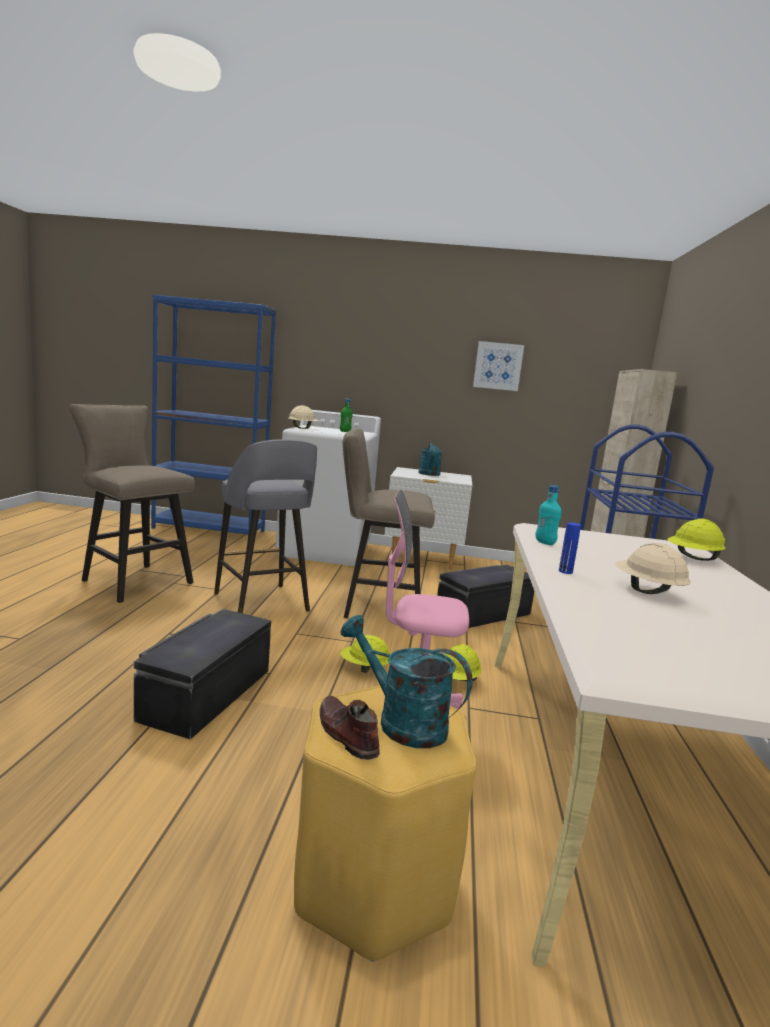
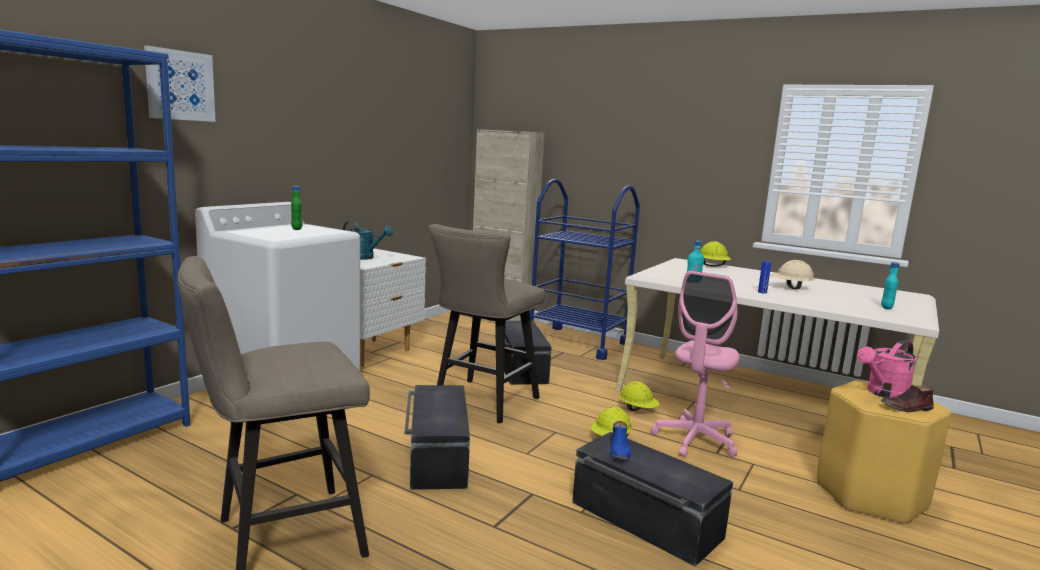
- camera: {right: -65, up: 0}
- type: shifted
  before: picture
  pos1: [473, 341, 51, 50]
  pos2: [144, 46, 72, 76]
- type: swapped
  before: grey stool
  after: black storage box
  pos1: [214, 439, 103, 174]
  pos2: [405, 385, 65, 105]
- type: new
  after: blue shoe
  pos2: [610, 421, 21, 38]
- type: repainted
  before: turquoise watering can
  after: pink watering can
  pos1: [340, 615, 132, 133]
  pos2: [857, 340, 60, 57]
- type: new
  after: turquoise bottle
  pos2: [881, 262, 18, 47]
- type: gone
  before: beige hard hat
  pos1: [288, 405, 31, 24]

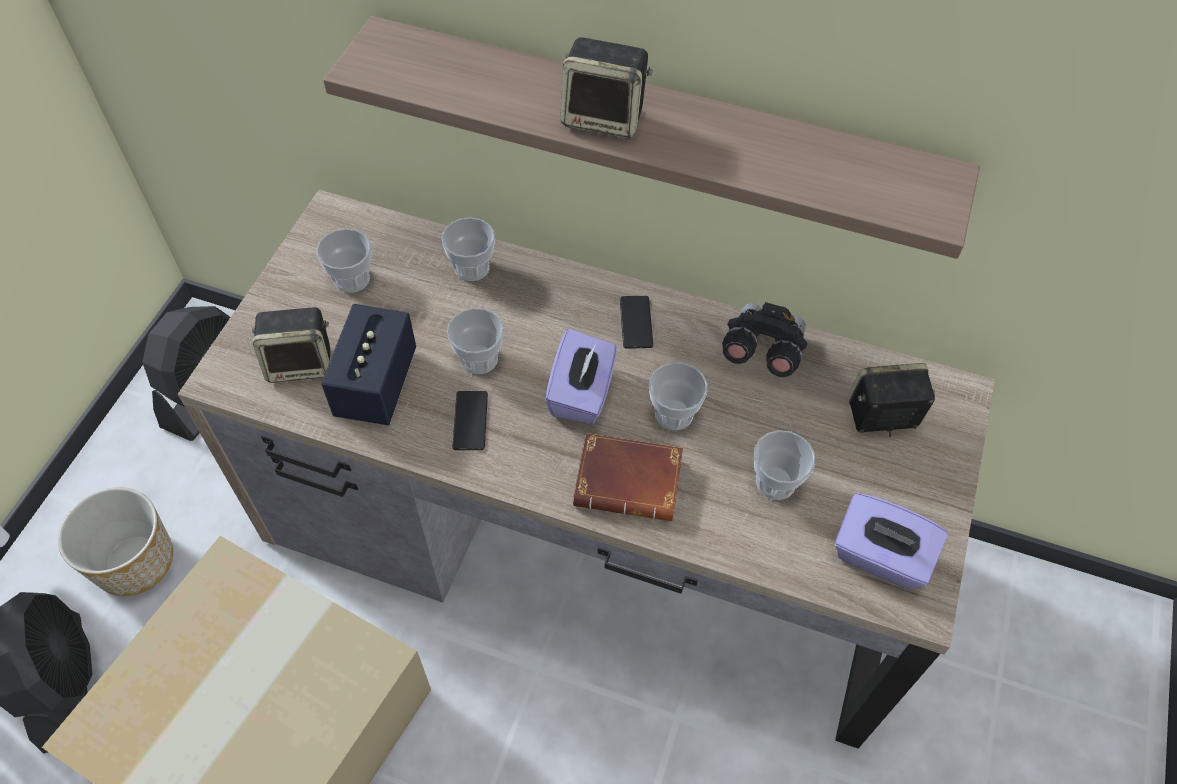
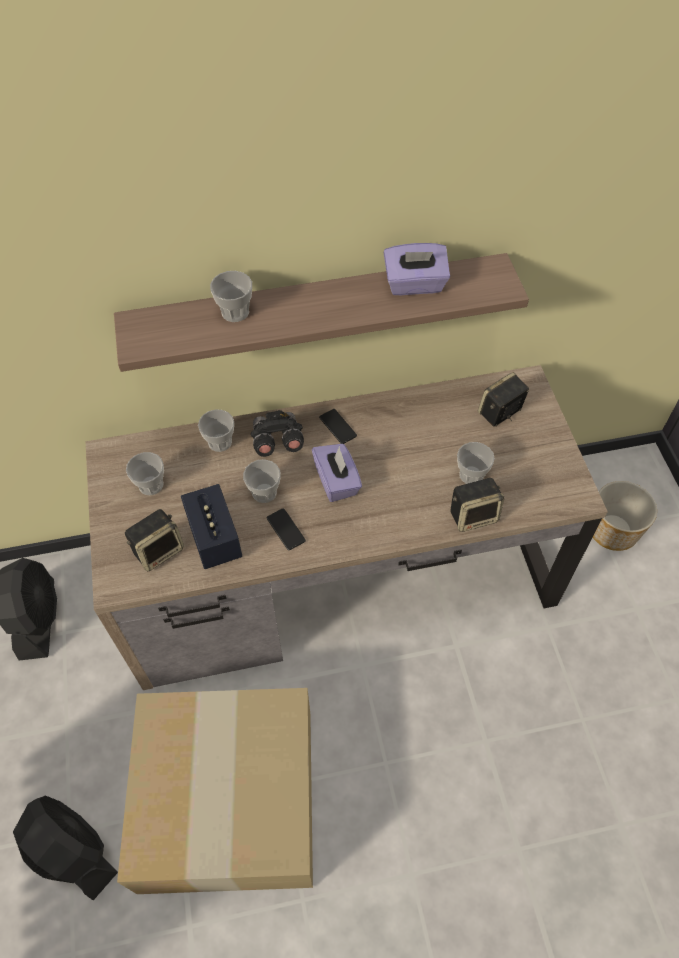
- camera: {right: -30, up: 0}
- type: shifted
  before: cup
  pos1: [649, 362, 59, 68]
  pos2: [210, 271, 42, 51]
- type: shifted
  before: black binoculars
  pos1: [722, 302, 85, 75]
  pos2: [251, 410, 53, 47]
- type: shifted
  before: purple tissue box
  pos1: [835, 493, 113, 96]
  pos2: [384, 243, 66, 52]
- type: shifted
  before: speaker
  pos1: [560, 37, 93, 102]
  pos2: [451, 478, 54, 54]
- type: shifted
  before: planter
  pos1: [58, 487, 115, 109]
  pos2: [593, 481, 64, 70]
- type: gone
  before: brown book
  pos1: [573, 433, 110, 88]

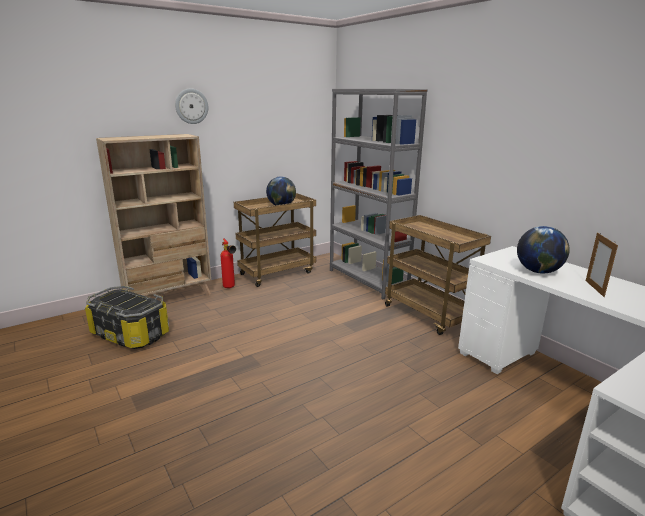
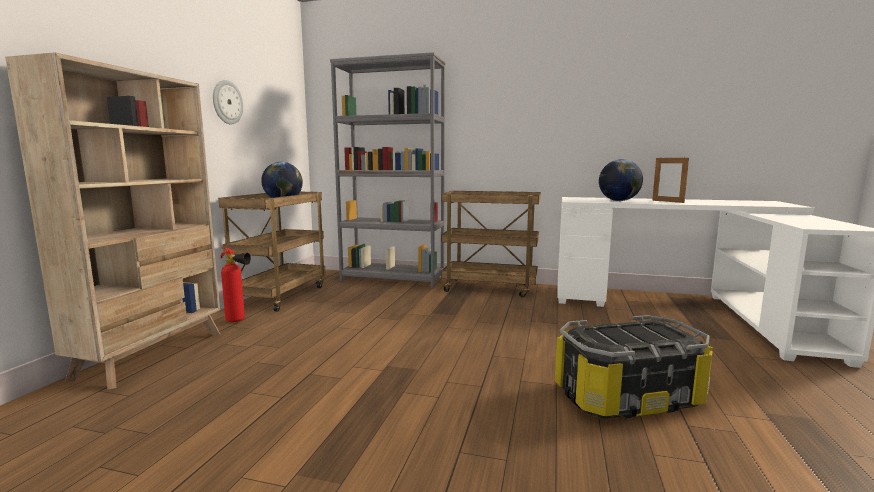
- camera: {right: -40, up: -10}
- type: shifted
  before: wall clock
  pos1: [175, 89, 33, 35]
  pos2: [213, 80, 30, 44]
- type: shifted
  before: storage box
  pos1: [85, 286, 84, 63]
  pos2: [555, 315, 158, 104]

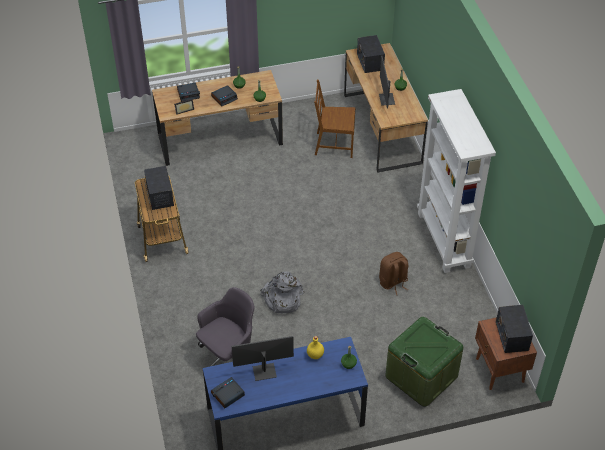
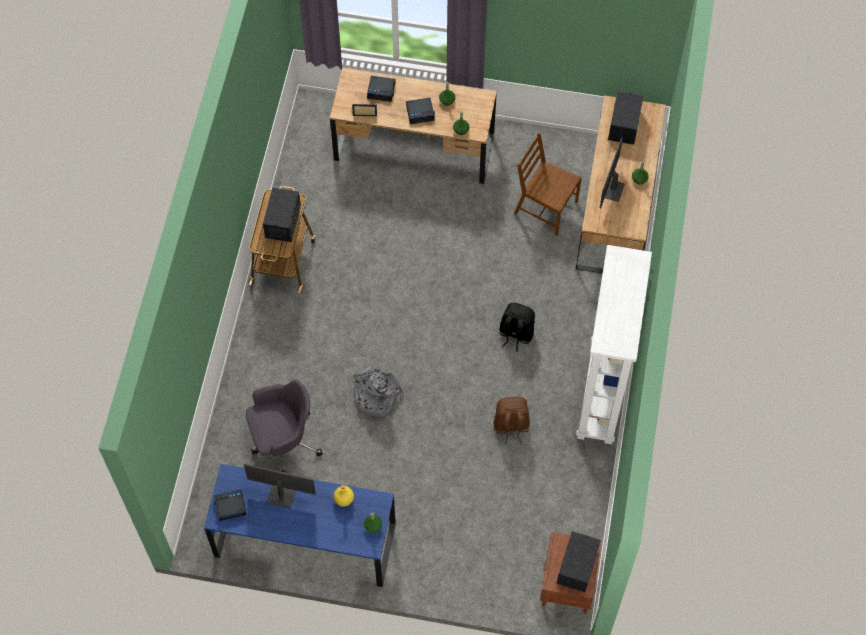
- camera: {right: 25, up: 15}
- type: new
  after: black backpack
  pos2: [500, 303, 35, 49]
- type: gone
  before: green storage box
  pos1: [385, 317, 78, 90]

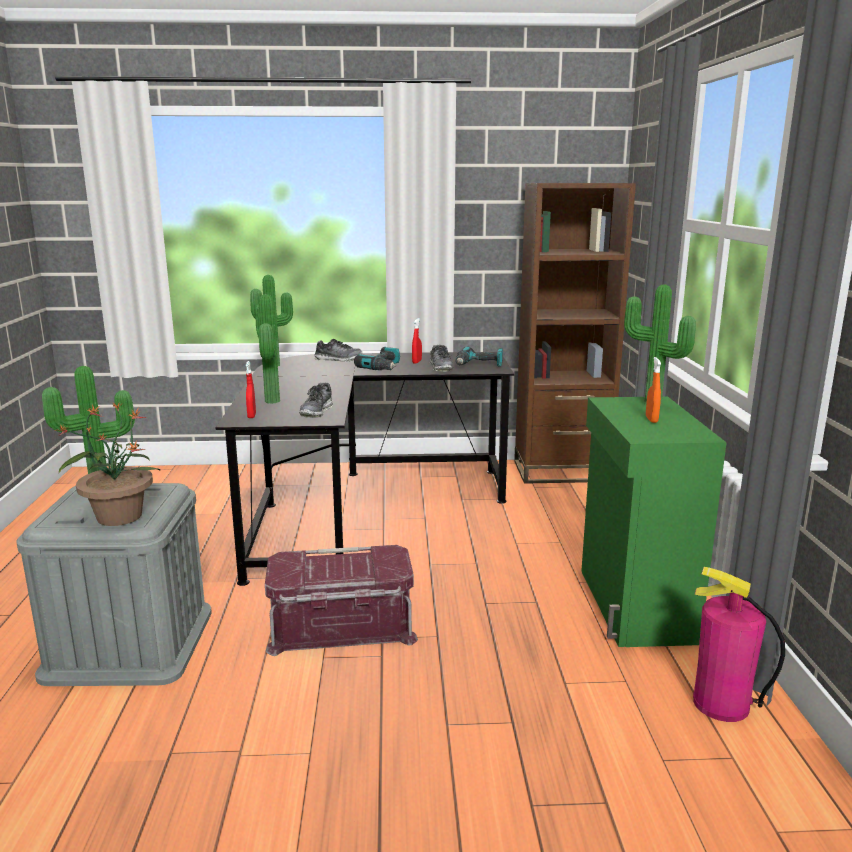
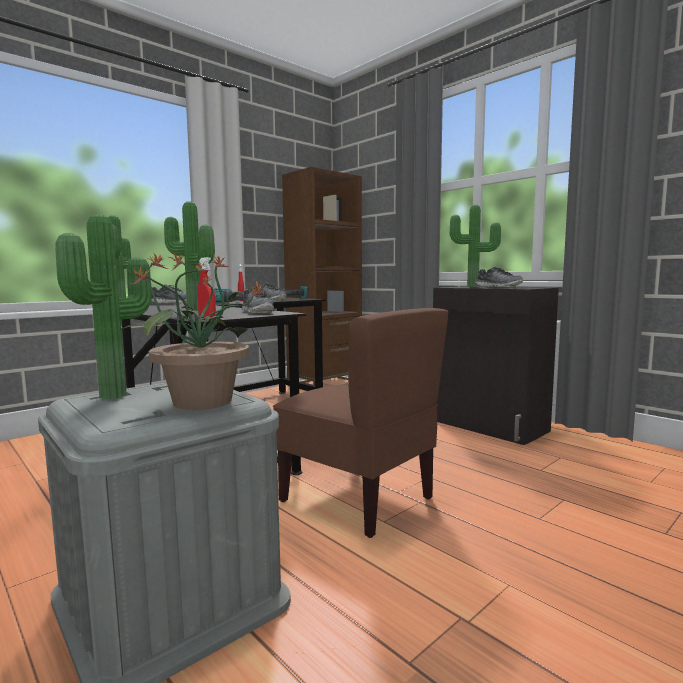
- camera: {right: -40, up: -10}
- type: swapped
  before: red storage box
  after: brown chair
  pos1: [265, 545, 153, 111]
  pos2: [273, 308, 175, 230]
- type: repainted
  before: green cabinet
  after: black cabinet
  pos1: [581, 396, 146, 251]
  pos2: [433, 286, 126, 159]
- type: swapped
  before: orange spray bottle
  after: shoe
  pos1: [646, 357, 15, 66]
  pos2: [475, 267, 48, 20]
- type: gone
  before: fire extinguisher
  pos1: [693, 567, 92, 155]

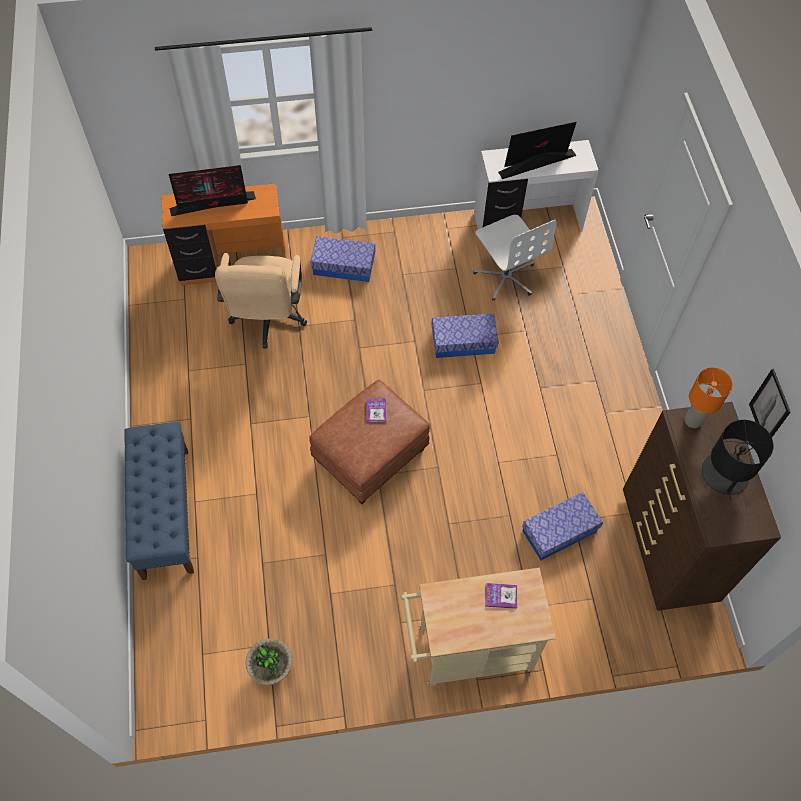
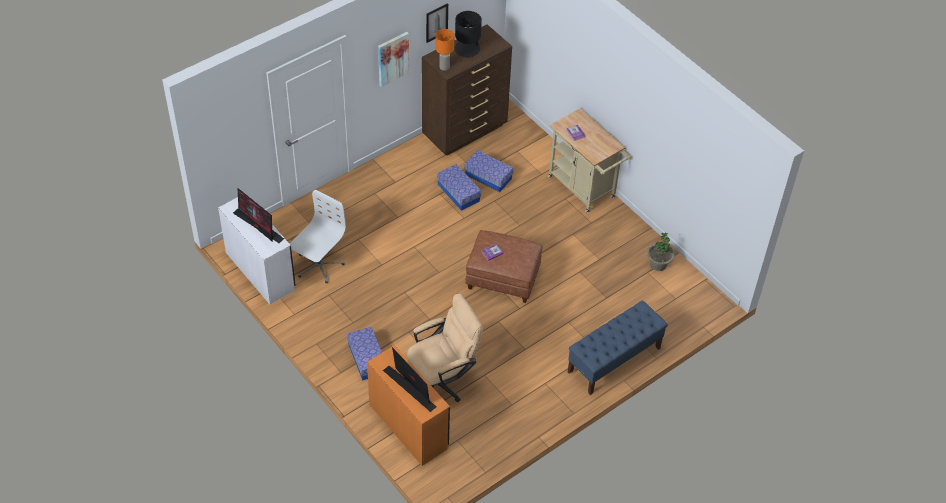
- camera: {right: -120, up: -10}
- type: new
  after: picture
  pos2: [378, 32, 31, 55]
- type: shifted
  before: storage box
  pos1: [431, 313, 68, 45]
  pos2: [437, 164, 44, 47]

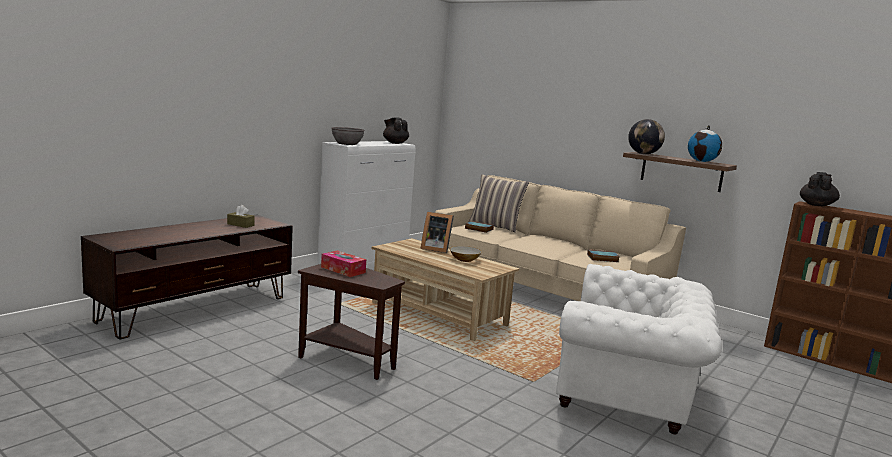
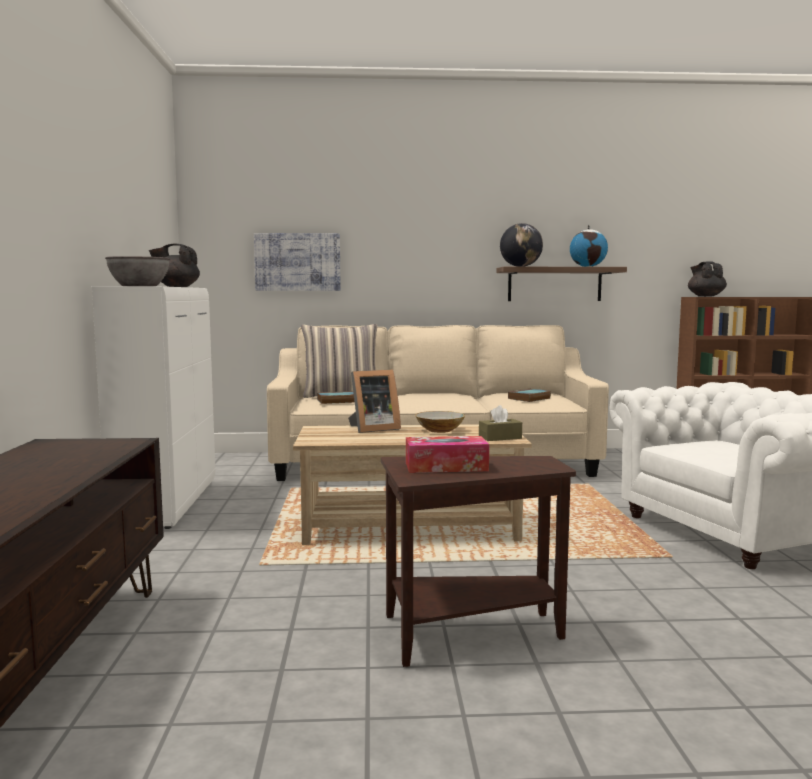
- camera: {right: -40, up: -5}
- type: new
  after: picture
  pos2: [254, 233, 87, 58]
- type: shifted
  before: brown tissue box
  pos1: [227, 205, 28, 23]
  pos2: [479, 405, 43, 36]

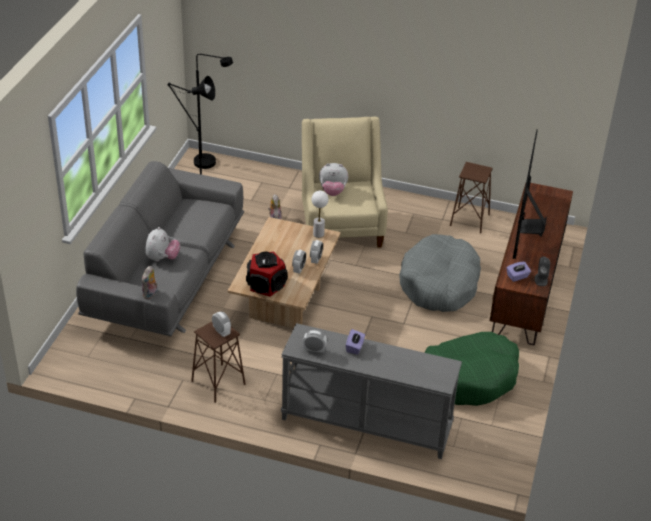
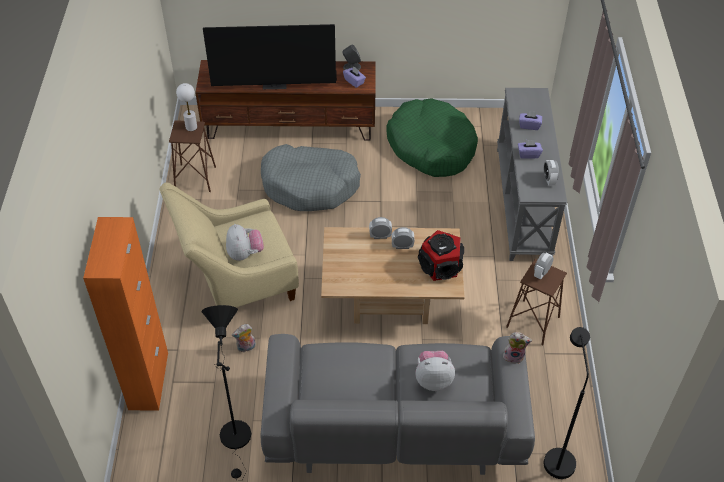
- camera: {right: -105, up: 10}
- type: new
  after: orange cabinet
  pos2: [83, 217, 85, 194]
- type: shifted
  before: white table lamp
  pos1: [311, 191, 18, 47]
  pos2: [176, 83, 21, 48]
- type: new
  after: purple tissue box
  pos2: [519, 111, 23, 19]
- type: shifted
  before: black floor lamp
  pos1: [194, 54, 39, 115]
  pos2: [544, 327, 46, 152]

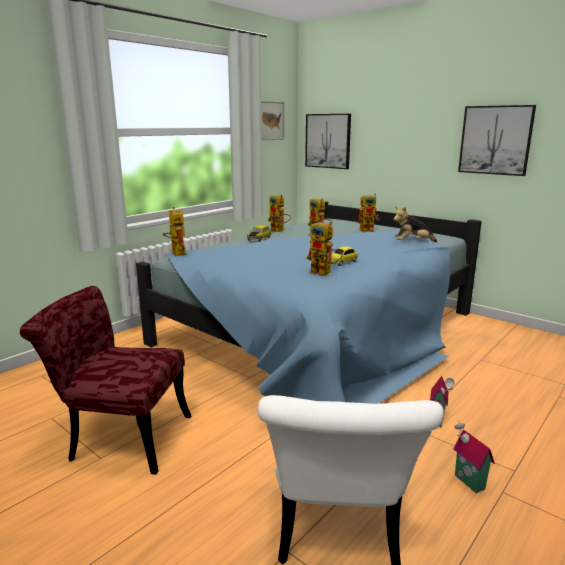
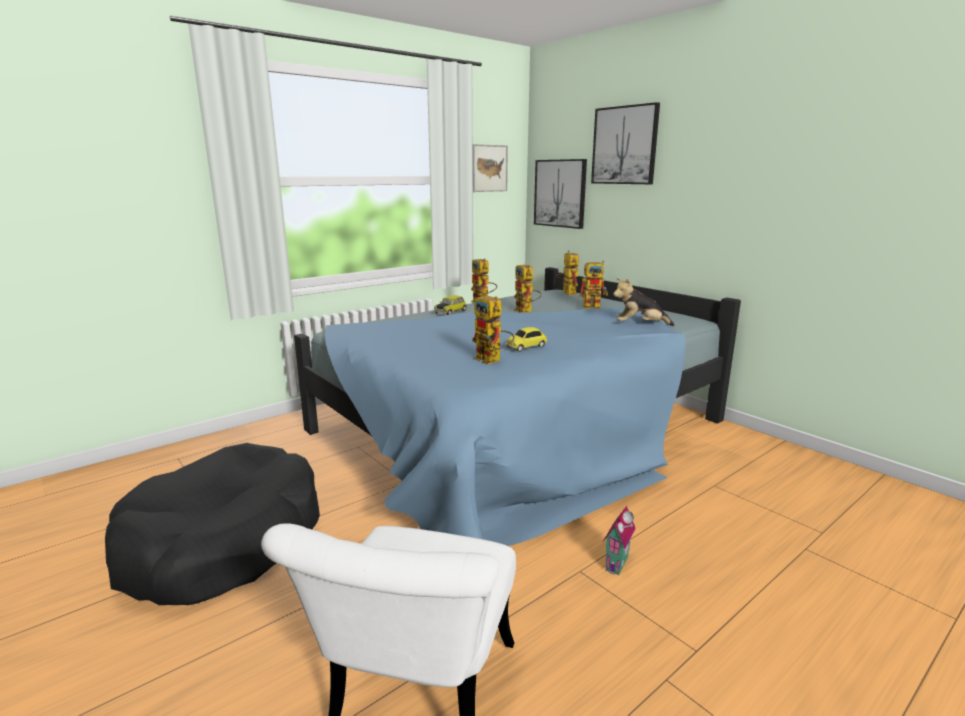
- camera: {right: 10, up: 0}
- type: swapped
  before: red chair
  after: black dog bed
  pos1: [20, 286, 171, 189]
  pos2: [105, 443, 215, 162]
- type: shifted
  before: toy robot
  pos1: [163, 207, 24, 49]
  pos2: [556, 250, 23, 45]
- type: shifted
  before: picture
  pos1: [458, 105, 78, 71]
  pos2: [591, 102, 69, 82]
- type: gone
  before: toy house
  pos1: [454, 421, 41, 72]

